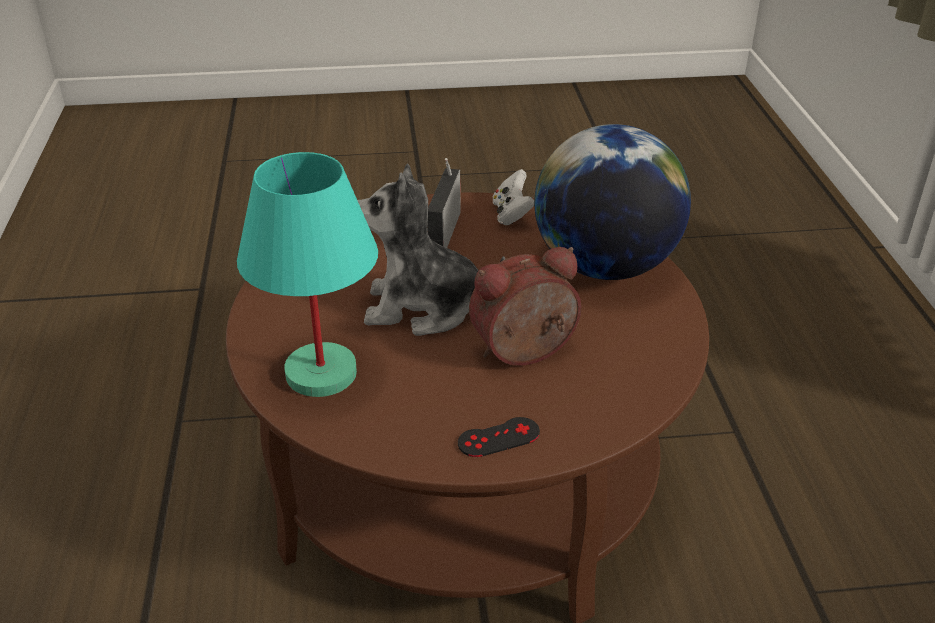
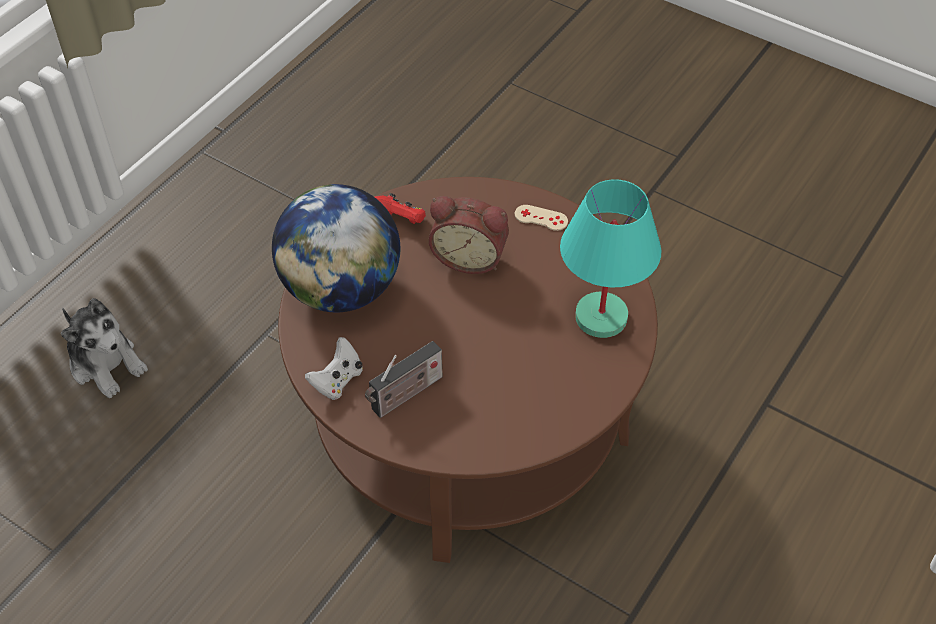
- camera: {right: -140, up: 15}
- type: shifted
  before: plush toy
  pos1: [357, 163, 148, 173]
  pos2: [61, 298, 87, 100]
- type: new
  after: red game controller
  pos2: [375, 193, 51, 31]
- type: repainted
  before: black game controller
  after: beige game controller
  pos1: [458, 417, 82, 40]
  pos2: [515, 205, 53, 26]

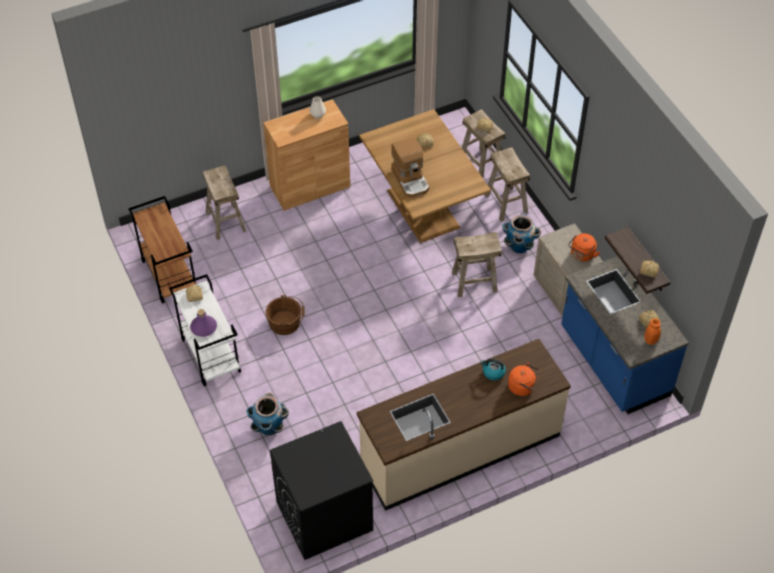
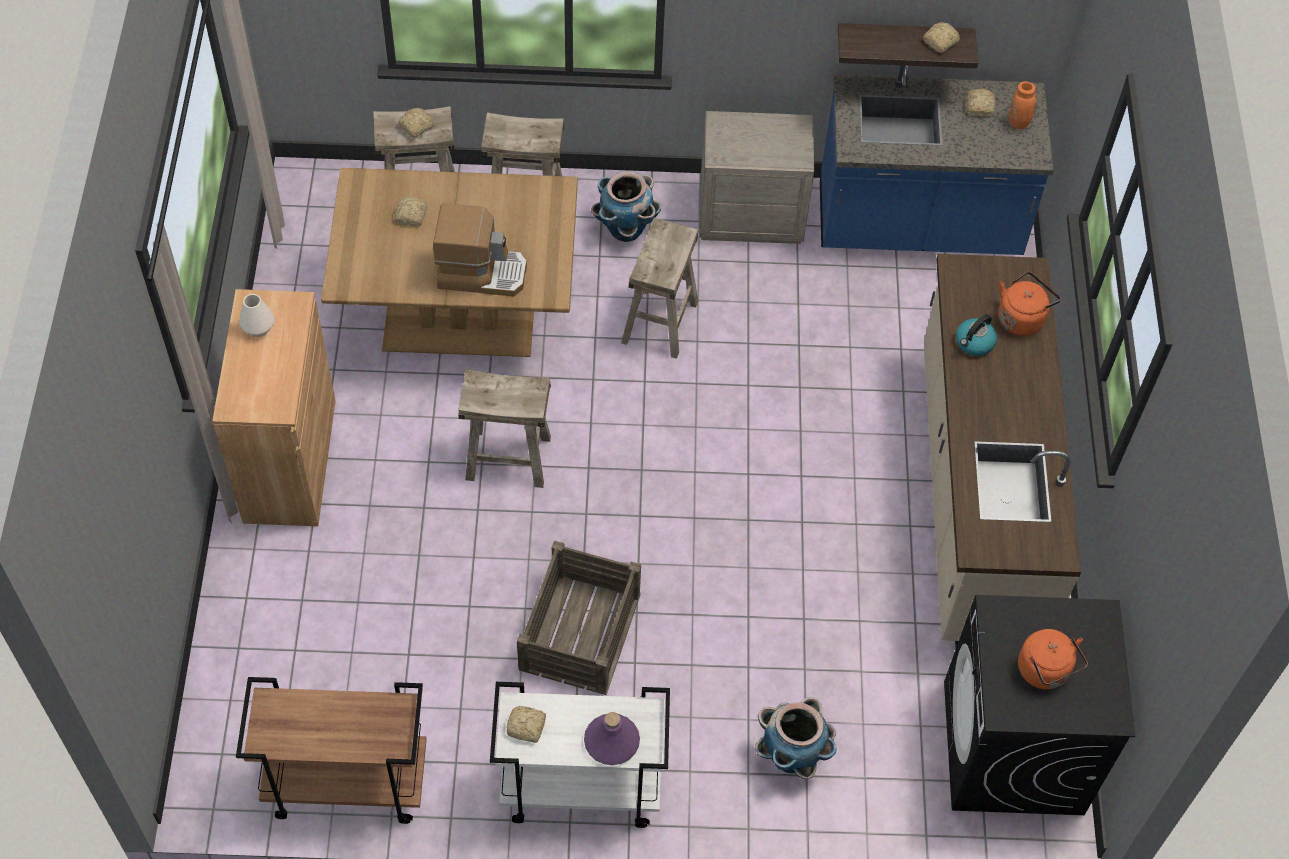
- camera: {right: -65, up: 5}
- type: shifted
  before: beige stool
  pos1: [203, 165, 43, 75]
  pos2: [458, 369, 93, 119]
- type: swapped
  before: brown bucket
  after: crate
  pos1: [266, 295, 39, 40]
  pos2: [517, 540, 124, 155]
- type: shifted
  before: orange kettle
  pos1: [568, 233, 32, 28]
  pos2: [1018, 629, 70, 60]

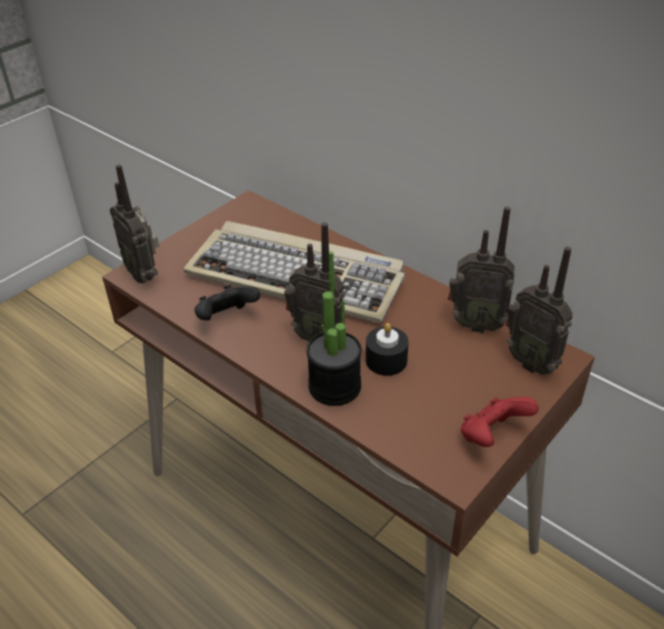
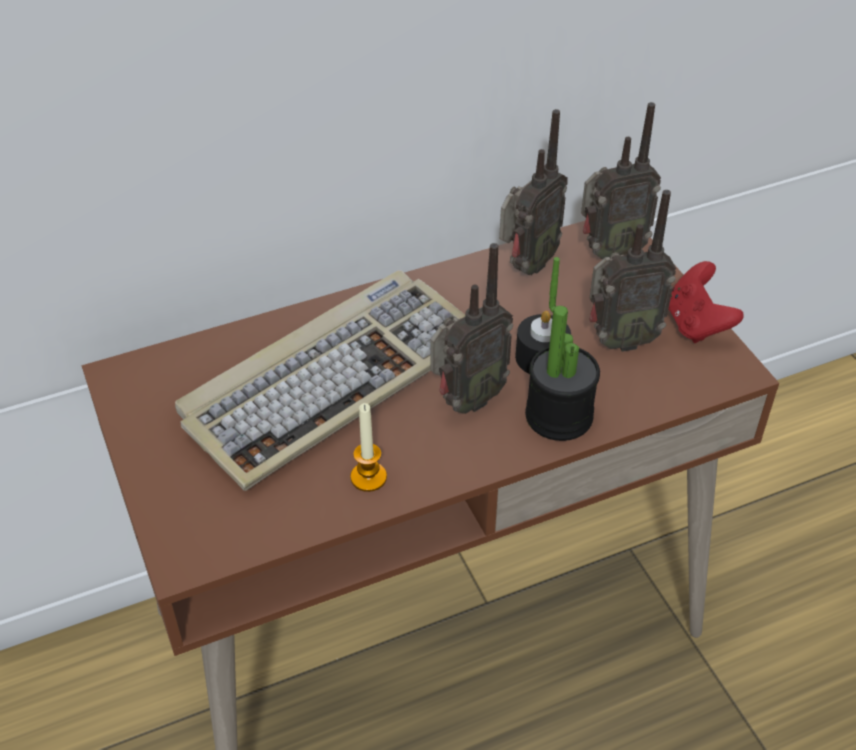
- camera: {right: -65, up: 5}
- type: swapped
  before: black game controller
  after: candle
  pos1: [194, 285, 66, 35]
  pos2: [350, 403, 37, 89]
- type: shifted
  before: radio
  pos1: [110, 165, 49, 119]
  pos2: [589, 190, 87, 162]

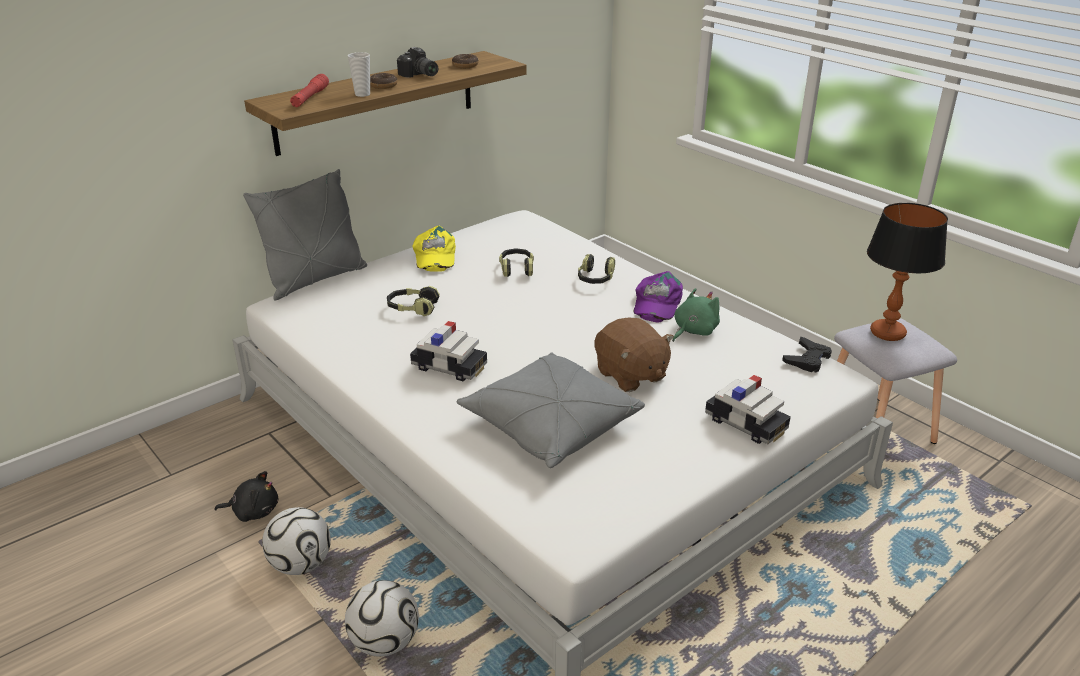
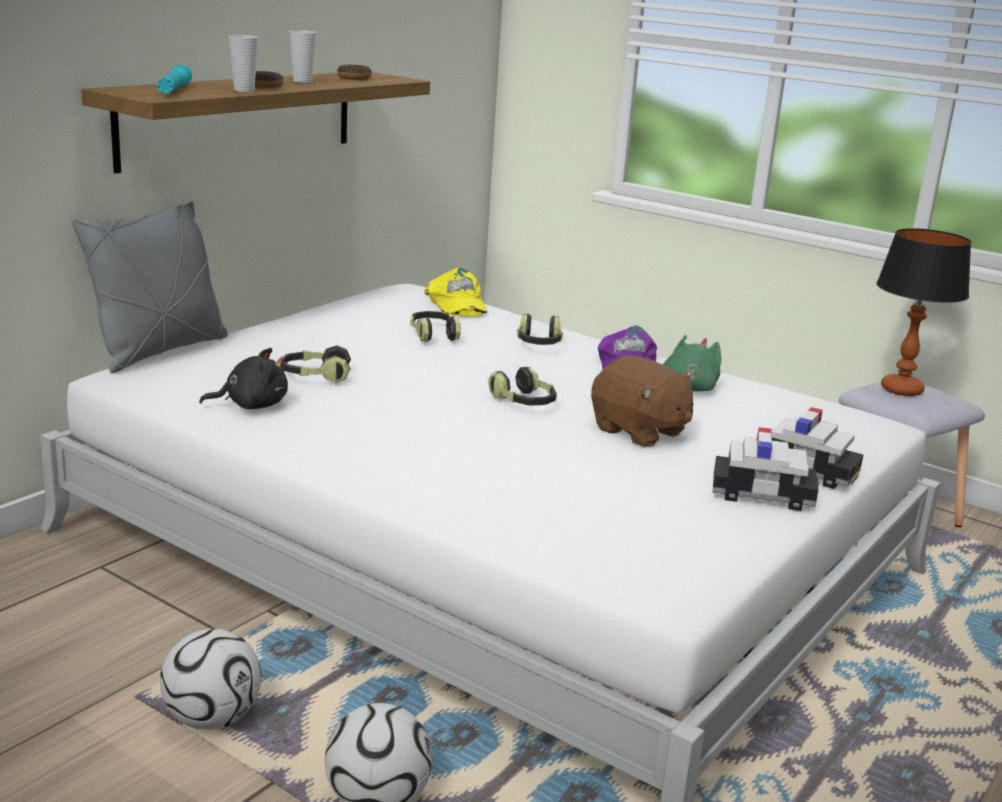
- camera: {right: -15, up: -10}
- type: repainted
  before: red flashlight
  after: turquoise flashlight
  pos1: [290, 74, 39, 33]
  pos2: [157, 65, 35, 29]
- type: shifted
  before: black plush toy
  pos1: [215, 471, 63, 51]
  pos2: [199, 348, 89, 62]
- type: swapped
  before: photo camera
  after: cup
  pos1: [397, 47, 41, 31]
  pos2: [289, 30, 27, 53]
- type: shifted
  before: yellow cap
  pos1: [413, 225, 43, 47]
  pos2: [424, 268, 63, 49]
- type: new
  after: headphones
  pos2: [488, 367, 69, 39]
- type: shifted
  before: toy car
  pos1: [410, 321, 77, 61]
  pos2: [713, 427, 106, 84]
- type: gone
  before: grey pillow
  pos1: [456, 352, 189, 116]
- type: gone
  before: black game controller
  pos1: [782, 336, 50, 37]

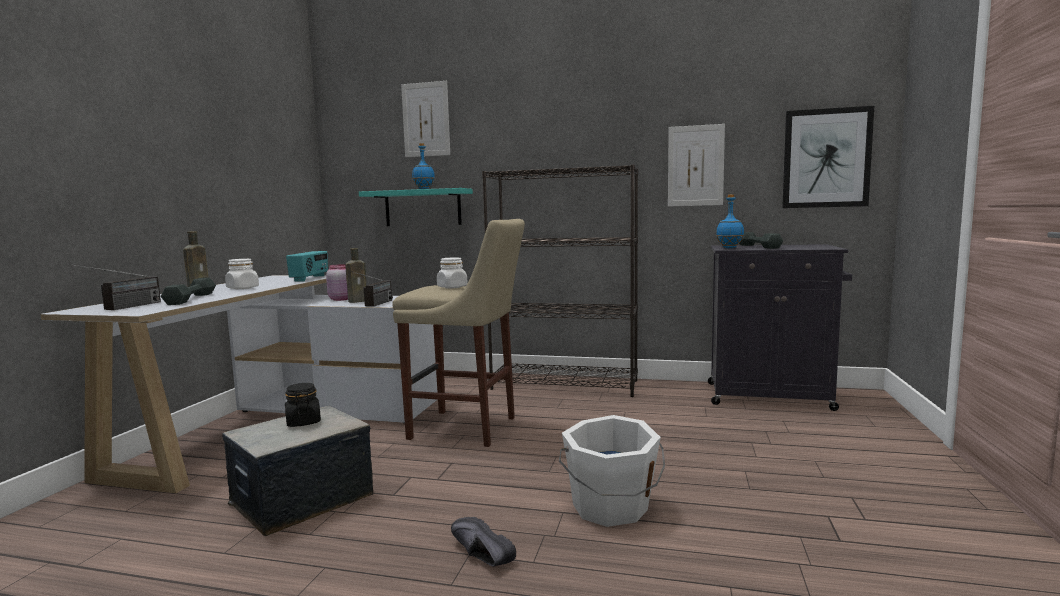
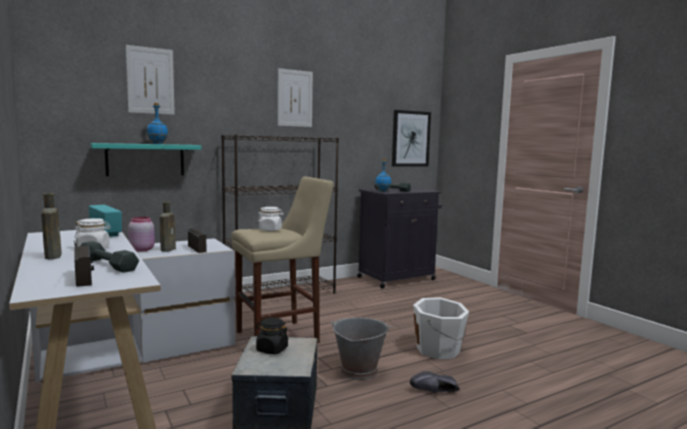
- camera: {right: -45, up: 0}
- type: shifted
  before: picture
  pos1: [668, 124, 57, 82]
  pos2: [278, 68, 35, 59]
- type: new
  after: grey bucket
  pos2: [331, 318, 60, 62]

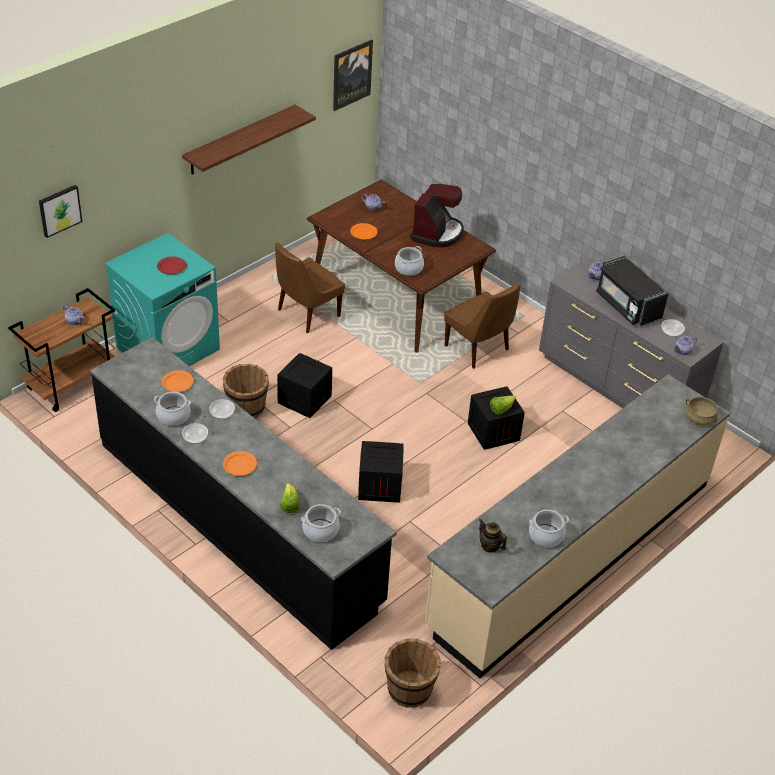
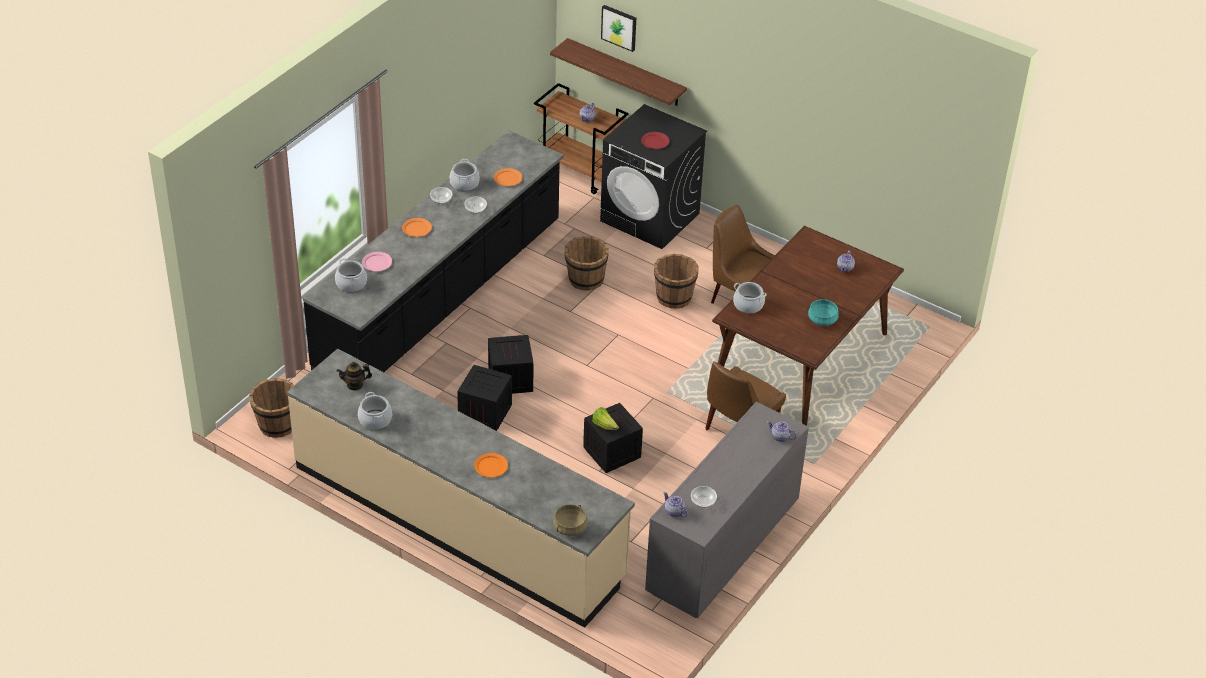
- camera: {right: 80, up: 0}
- type: rotated
  before: teapot
  pos1: [479, 519, 28, 34]
  pos2: [337, 362, 35, 29]
  turn: -135
- type: swapped
  before: lettuce
  after: pink plate
  pos1: [280, 483, 20, 30]
  pos2: [362, 252, 30, 19]
- type: shifted
  before: crate
  pos1: [277, 353, 55, 65]
  pos2: [457, 365, 55, 66]
- type: shifted
  before: orange plate
  pos1: [350, 223, 28, 17]
  pos2: [474, 453, 34, 24]
- type: shifted
  before: shelf
  pos1: [182, 105, 134, 69]
  pos2: [550, 38, 137, 68]
- type: repainted
  before: turquoise washing machine
  after: black washing machine
  pos1: [105, 233, 115, 133]
  pos2: [600, 104, 107, 145]
- type: new
  after: brown bucket
  pos2: [654, 254, 45, 55]
- type: swapped
  before: coffee machine
  after: turquoise cooking pot
  pos1: [410, 184, 54, 63]
  pos2: [806, 299, 36, 27]
- type: gone
  before: picture
  pos1: [333, 39, 40, 72]
- type: gone
  before: black microwave
  pos1: [596, 256, 72, 71]

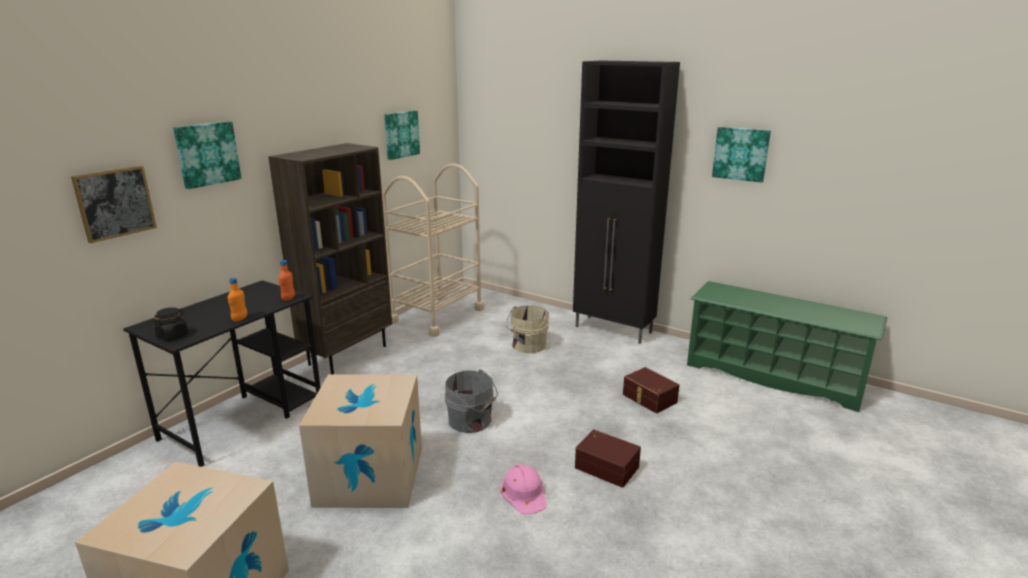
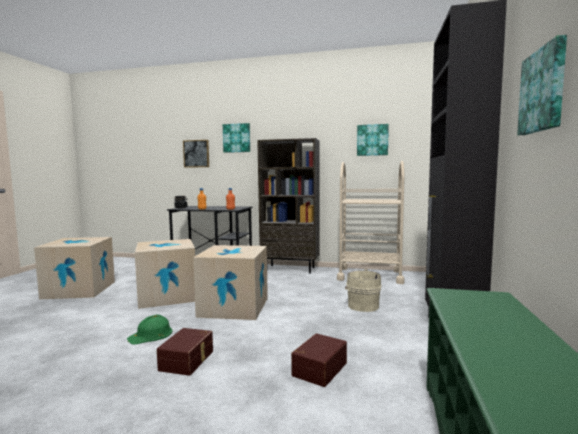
- camera: {right: 70, up: -15}
- type: repainted
  before: pink hard hat
  after: green hard hat
  pos1: [500, 464, 47, 51]
  pos2: [127, 315, 45, 29]
- type: swapped
  before: grey bucket
  after: cardboard box
  pos1: [445, 369, 53, 64]
  pos2: [193, 245, 75, 75]

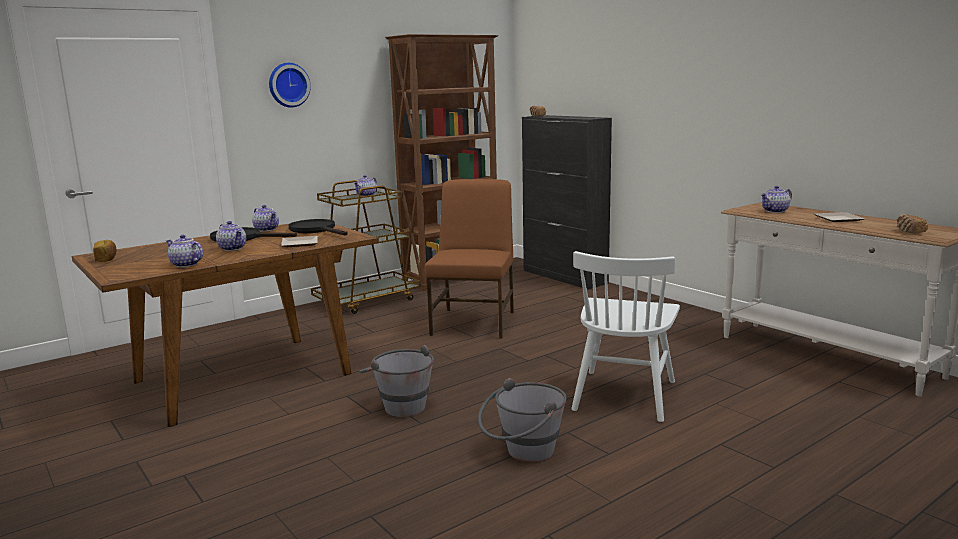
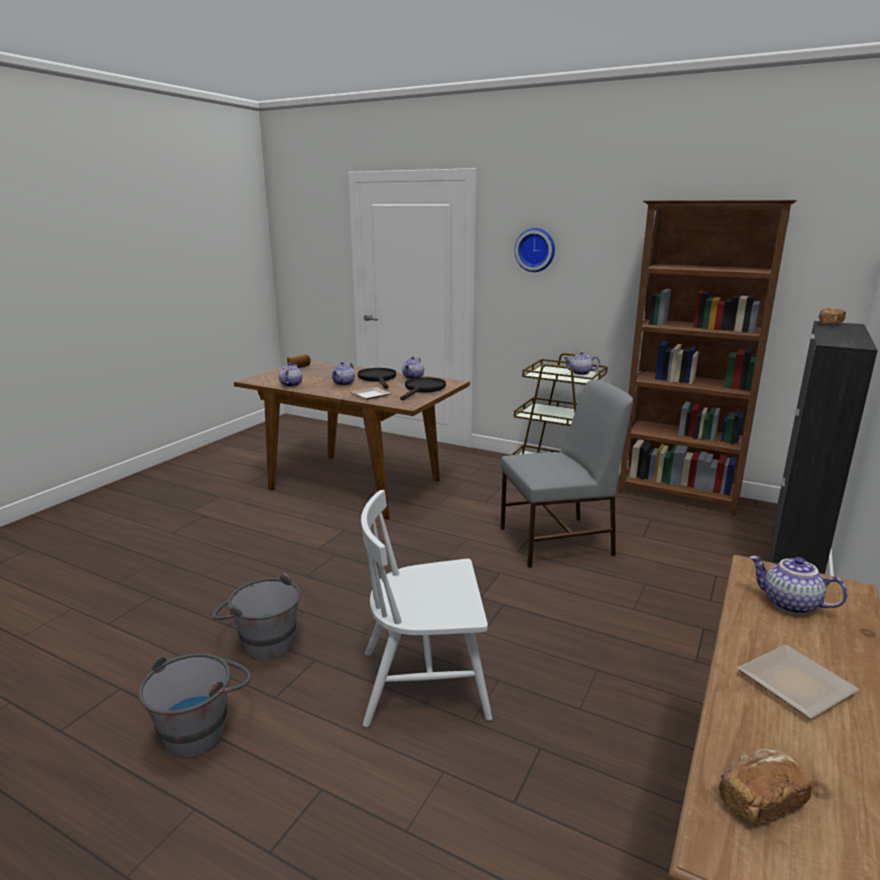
- camera: {right: 65, up: 5}
- type: shifted
  before: grey bucket
  pos1: [359, 345, 75, 72]
  pos2: [138, 653, 113, 105]
- type: repainted
  before: brown chair
  after: grey chair
  pos1: [425, 179, 89, 160]
  pos2: [501, 379, 132, 189]

